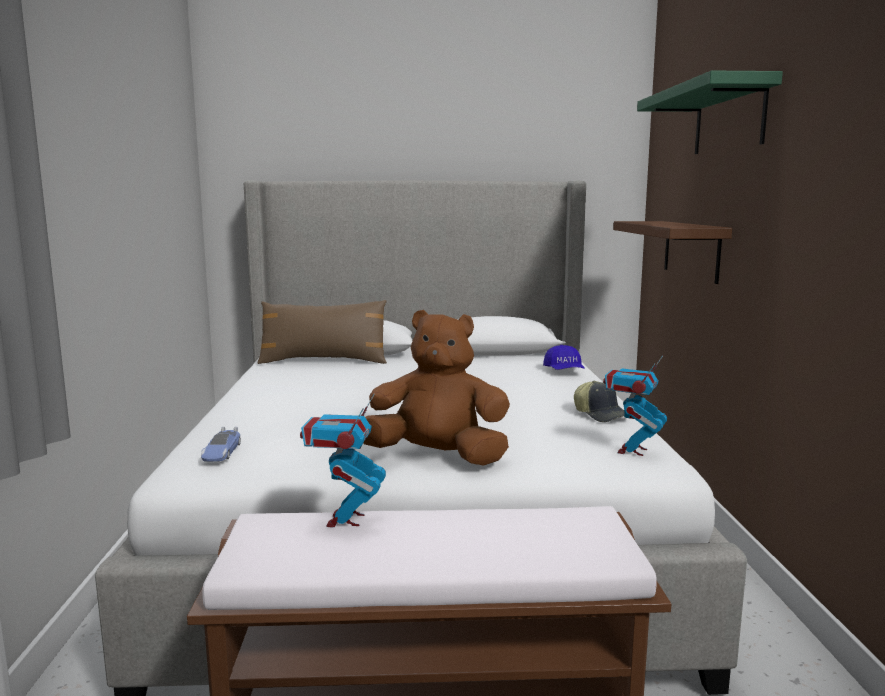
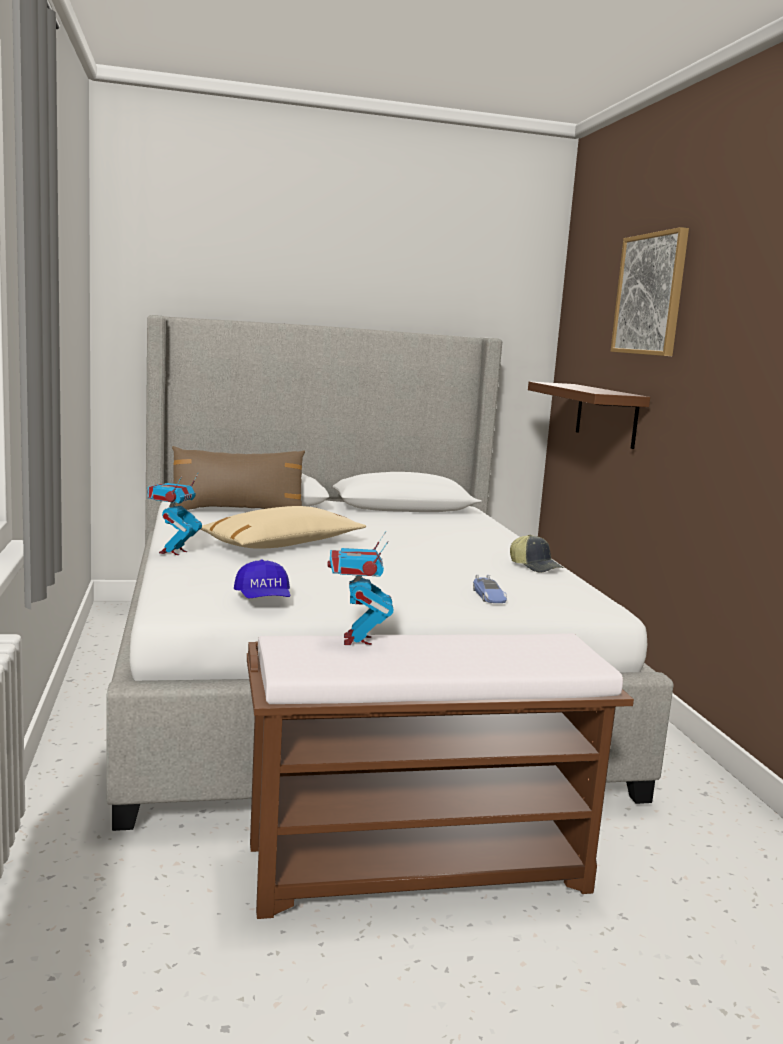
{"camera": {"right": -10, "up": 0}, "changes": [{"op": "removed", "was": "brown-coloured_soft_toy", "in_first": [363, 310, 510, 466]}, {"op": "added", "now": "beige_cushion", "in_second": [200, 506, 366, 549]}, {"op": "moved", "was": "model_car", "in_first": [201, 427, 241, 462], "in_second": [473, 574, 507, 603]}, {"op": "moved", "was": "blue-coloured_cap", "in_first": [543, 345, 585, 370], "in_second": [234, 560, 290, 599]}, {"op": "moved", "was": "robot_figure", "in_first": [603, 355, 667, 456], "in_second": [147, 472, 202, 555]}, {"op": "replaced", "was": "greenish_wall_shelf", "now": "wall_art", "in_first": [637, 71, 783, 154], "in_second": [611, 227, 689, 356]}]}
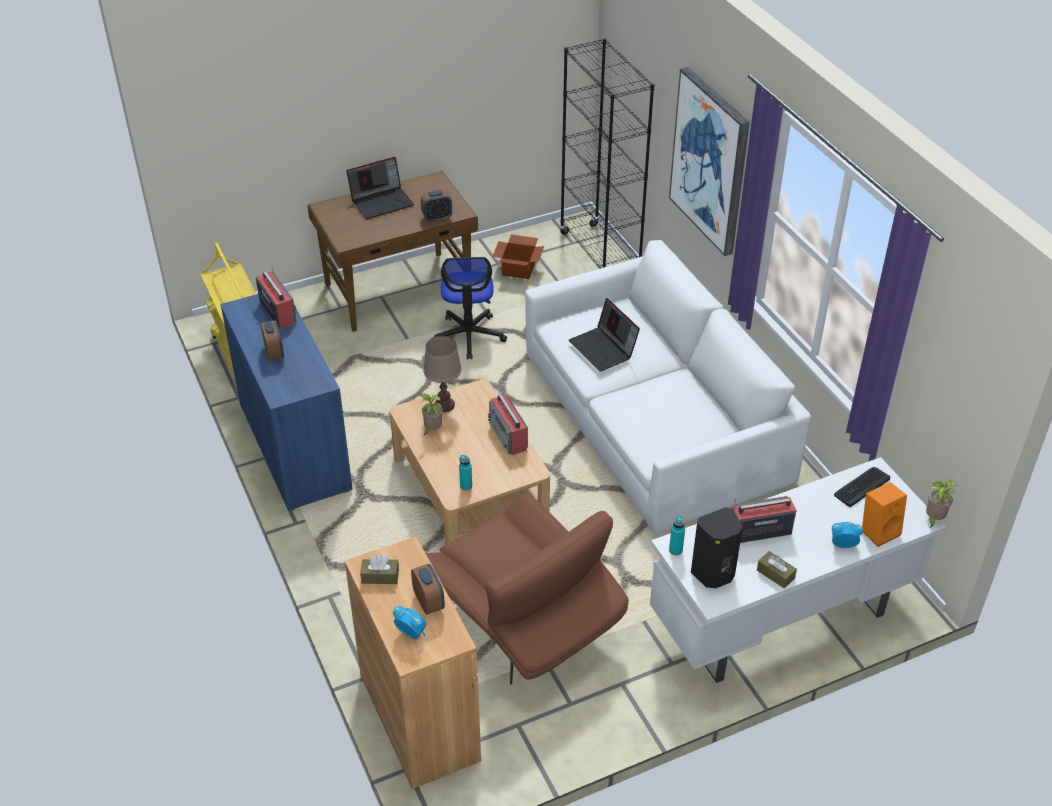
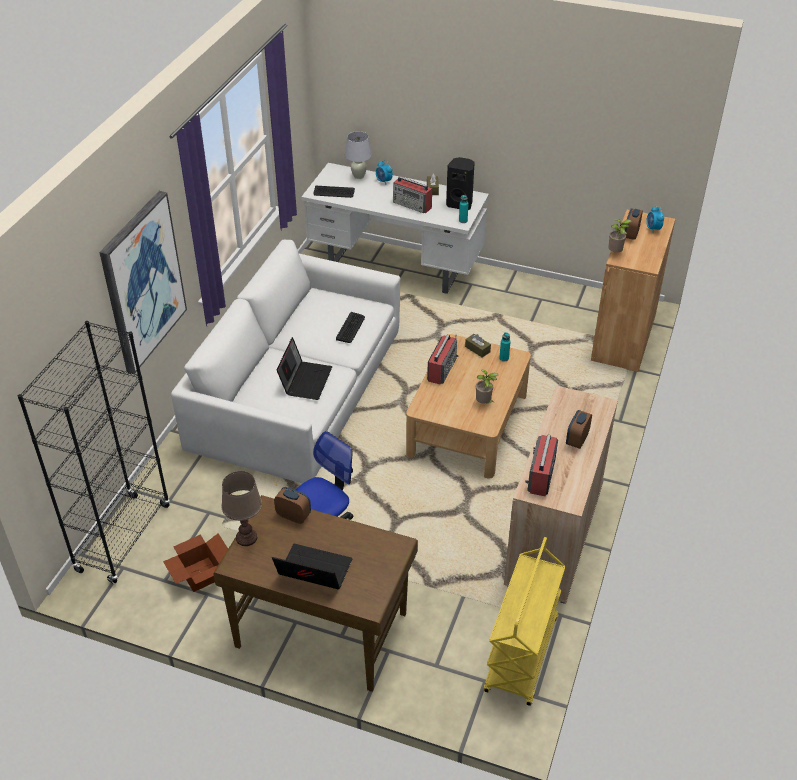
{"camera": {"right": -135, "up": 0}, "changes": [{"op": "removed", "was": "brown-coloured_armchair", "in_first": [426, 494, 629, 684]}, {"op": "added", "now": "PC_keyboard", "in_second": [336, 312, 365, 343]}, {"op": "moved", "was": "brown-coloured_box_of_tissues", "in_first": [360, 555, 399, 584], "in_second": [465, 334, 491, 357]}, {"op": "moved", "was": "brown-coloured_table_lamp", "in_first": [423, 336, 462, 412], "in_second": [222, 471, 262, 546]}, {"op": "moved", "was": "potted_plant", "in_first": [926, 481, 958, 528], "in_second": [608, 219, 631, 252]}, {"op": "replaced", "was": "orange_loudspeaker", "now": "white_table_lamp", "in_first": [862, 482, 907, 547], "in_second": [345, 131, 372, 179]}, {"op": "recoloured", "was": "blue-coloured_storage_cabinet", "now": "beige_storage_cabinet", "in_first": [220, 294, 353, 512], "in_second": [504, 385, 618, 604]}]}
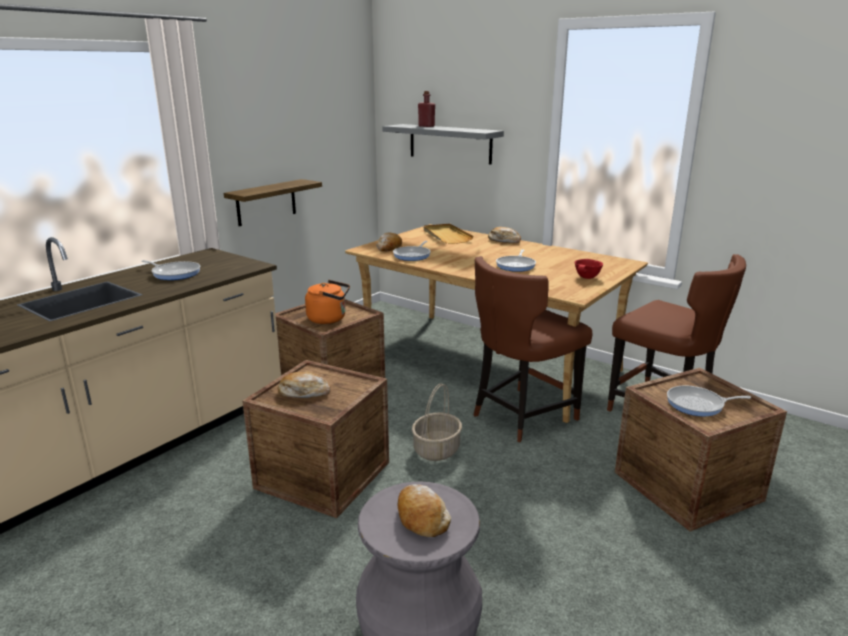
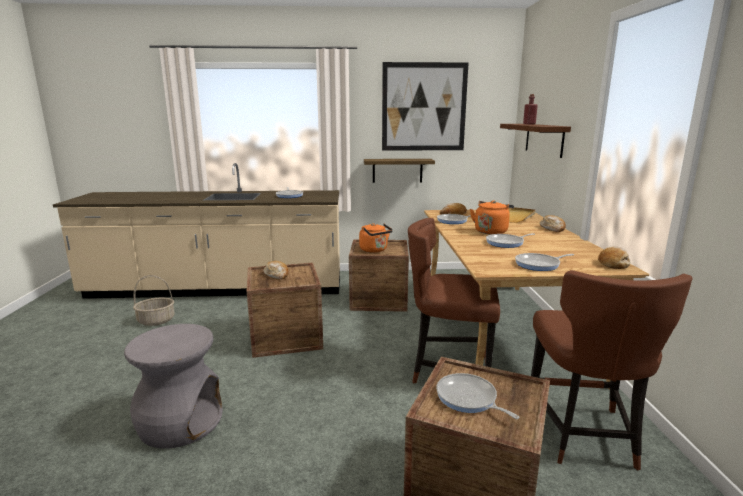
{"camera": {"right": 50, "up": -5}, "changes": [{"op": "added", "now": "wall_art", "in_second": [382, 62, 469, 151]}, {"op": "added", "now": "orange_water_kettle", "in_second": [470, 200, 514, 234]}, {"op": "moved", "was": "bread", "in_first": [397, 484, 451, 537], "in_second": [598, 247, 631, 269]}, {"op": "moved", "was": "household_basket", "in_first": [412, 383, 462, 461], "in_second": [133, 275, 174, 326]}, {"op": "replaced", "was": "red_deep_dish", "now": "frying_pan", "in_first": [575, 259, 603, 279], "in_second": [515, 253, 574, 271]}, {"op": "recoloured", "was": "greyish_wall_shelf", "now": "brown-coloured_wall_shelf", "in_first": [382, 124, 504, 164], "in_second": [500, 124, 571, 158]}]}
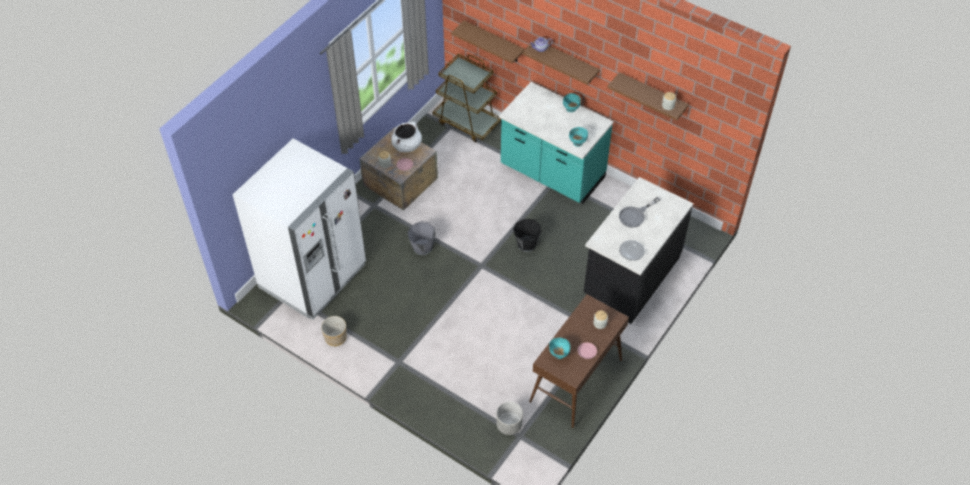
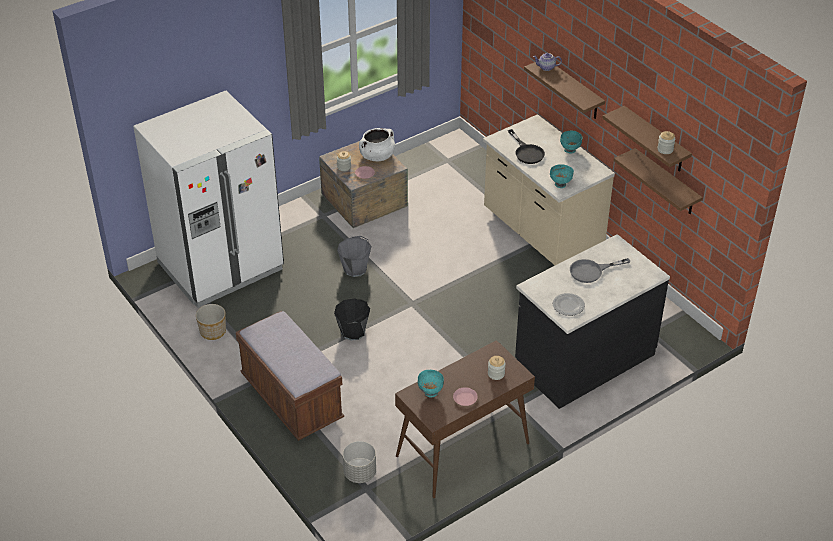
{"camera": {"right": 20, "up": -10}, "changes": [{"op": "removed", "was": "brown-coloured_trolley", "in_first": [433, 54, 501, 142]}, {"op": "added", "now": "brown-coloured_bench", "in_second": [236, 311, 344, 441]}, {"op": "added", "now": "blackish_frying_pan", "in_second": [508, 129, 545, 164]}, {"op": "moved", "was": "brown-coloured_wall_shelf", "in_first": [451, 20, 525, 63], "in_second": [614, 148, 703, 214]}, {"op": "moved", "was": "blackish_bucket", "in_first": [513, 219, 542, 252], "in_second": [334, 299, 370, 341]}, {"op": "recoloured", "was": "turquoise-coloured_kitchen_counter", "now": "beige_kitchen_counter", "in_first": [499, 82, 614, 204], "in_second": [483, 114, 615, 265]}]}
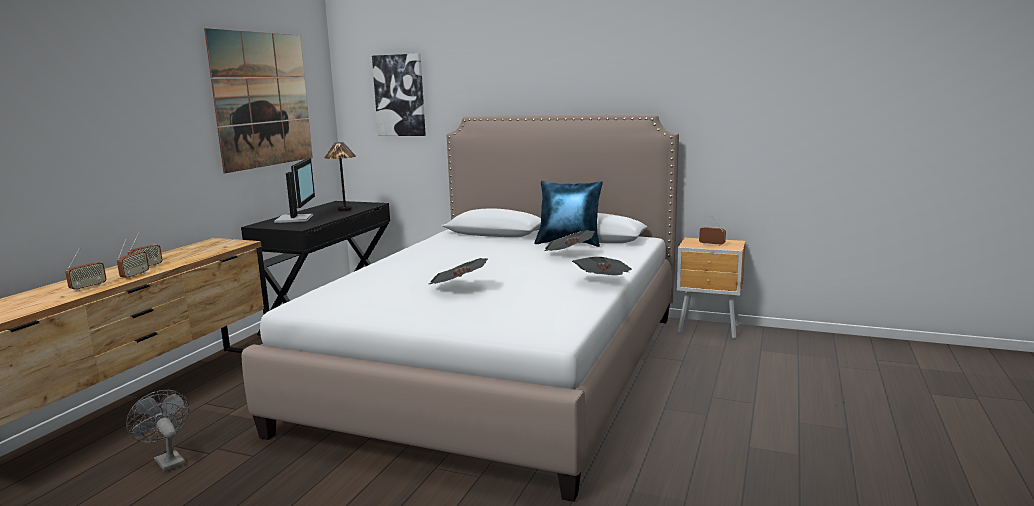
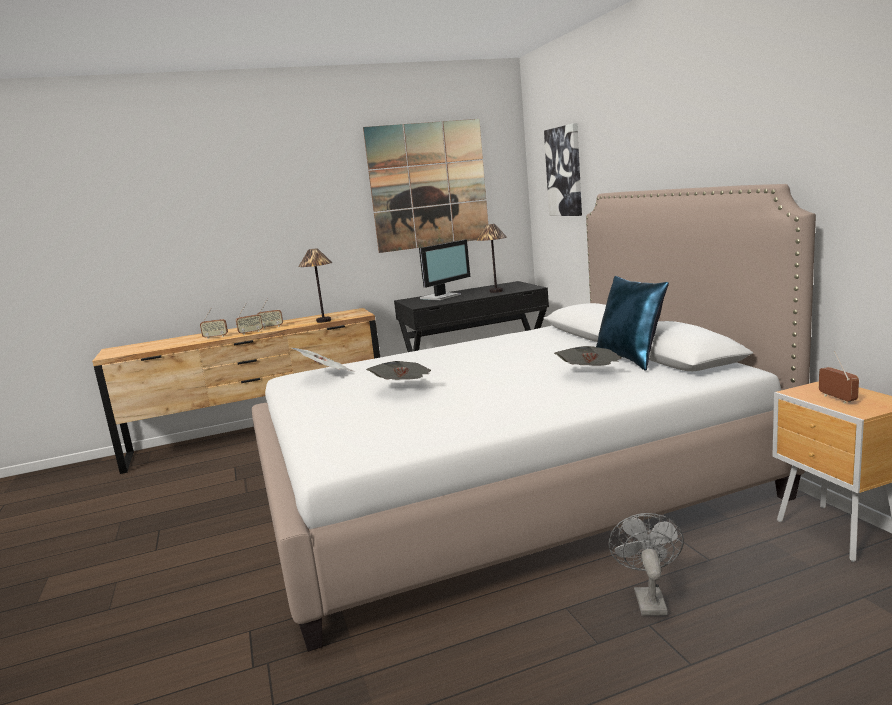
{"camera": {"right": 50, "up": 0}, "changes": [{"op": "added", "now": "table_lamp", "in_second": [298, 248, 332, 323]}, {"op": "moved", "was": "greyish_cooling_fan", "in_first": [126, 390, 189, 472], "in_second": [609, 513, 684, 616]}, {"op": "moved", "was": "newspaper", "in_first": [572, 257, 632, 275], "in_second": [291, 348, 353, 371]}]}
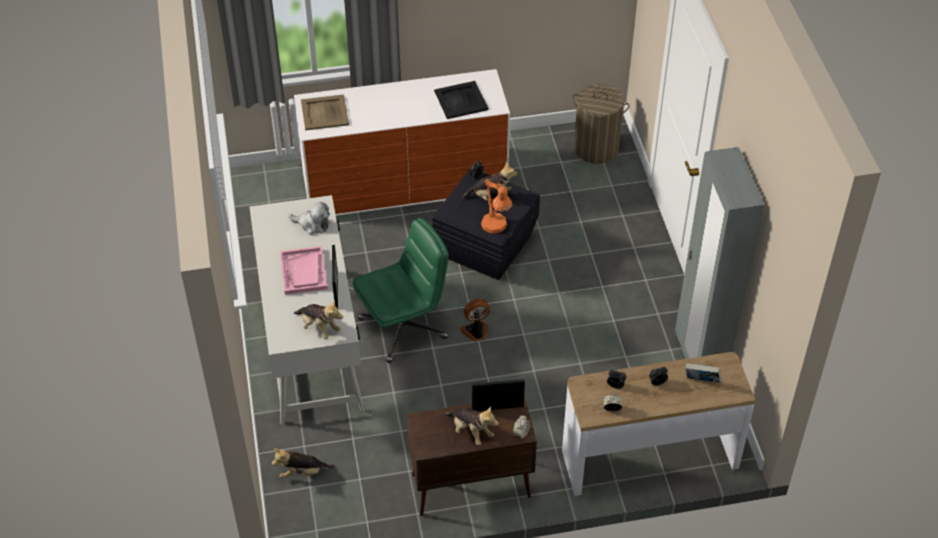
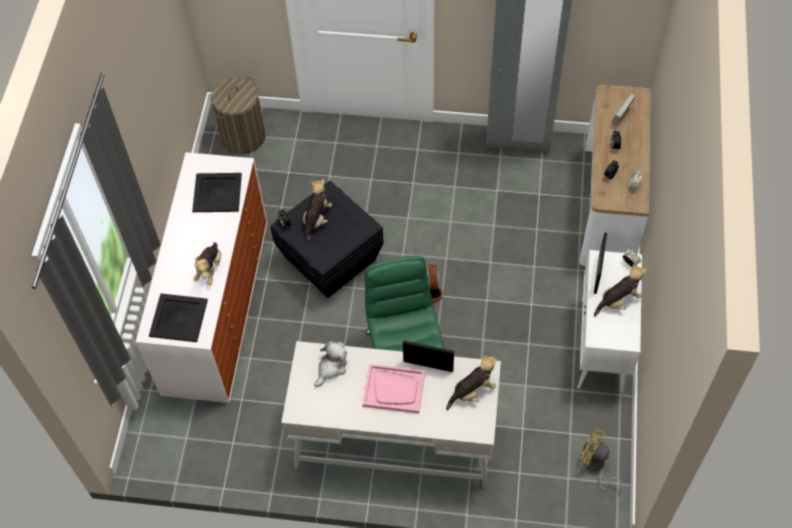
{"camera": {"right": -70, "up": 10}, "changes": [{"op": "removed", "was": "orange_table_lamp", "in_first": [481, 179, 512, 234]}, {"op": "added", "now": "yellow-coloured_cooling_fan", "in_second": [579, 429, 623, 495]}, {"op": "moved", "was": "soft_toy", "in_first": [272, 448, 334, 478], "in_second": [194, 242, 221, 285]}, {"op": "recoloured", "was": "beige_serving_tray", "now": "blackish_serving_tray", "in_first": [301, 94, 349, 130], "in_second": [149, 293, 208, 342]}, {"op": "recoloured", "was": "brown-coloured_storage_cabinet", "now": "white_storage_cabinet", "in_first": [407, 396, 537, 516], "in_second": [577, 250, 642, 393]}]}
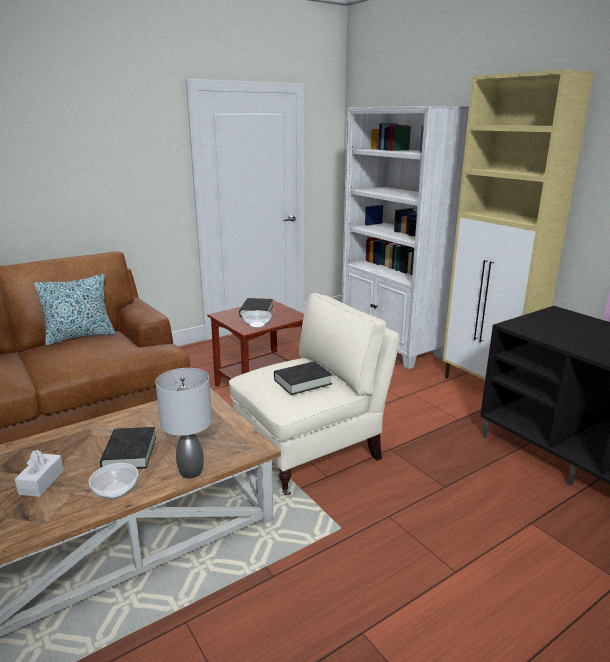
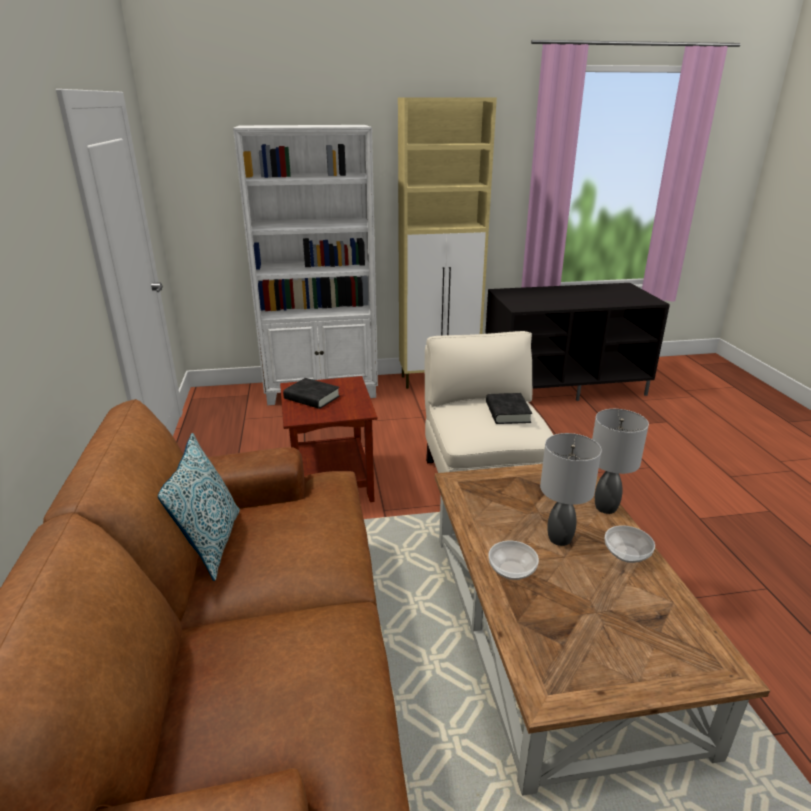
{"camera": {"right": -65, "up": 5}, "changes": [{"op": "removed", "was": "white_box_of_tissues", "in_first": [15, 450, 64, 497]}, {"op": "moved", "was": "deep_dish", "in_first": [242, 310, 272, 328], "in_second": [488, 541, 539, 580]}, {"op": "replaced", "was": "blackish_volume", "now": "greyish_table_lamp", "in_first": [100, 427, 156, 469], "in_second": [540, 433, 602, 546]}]}
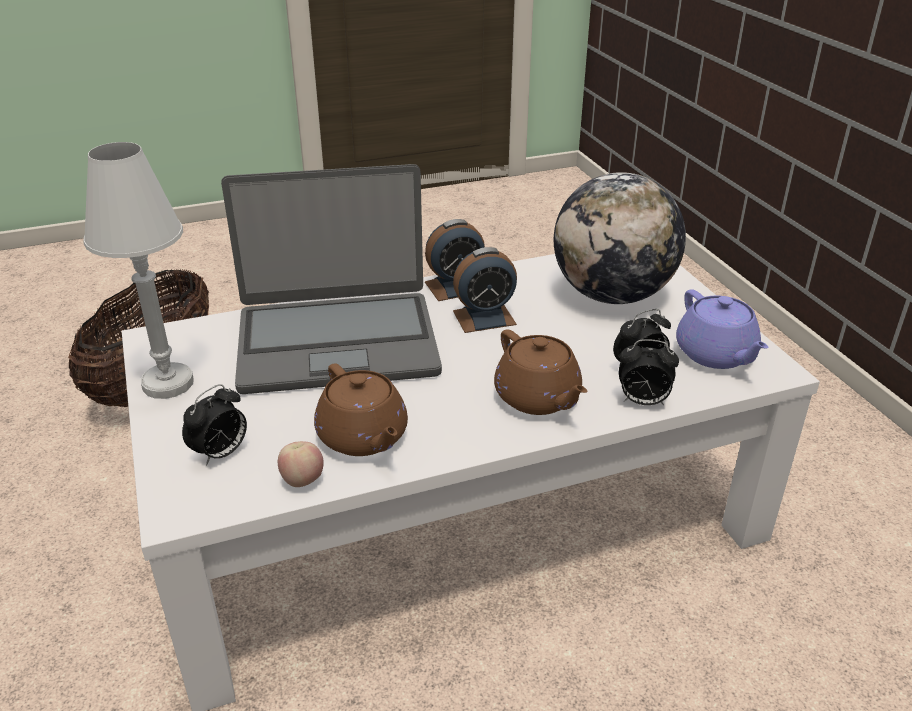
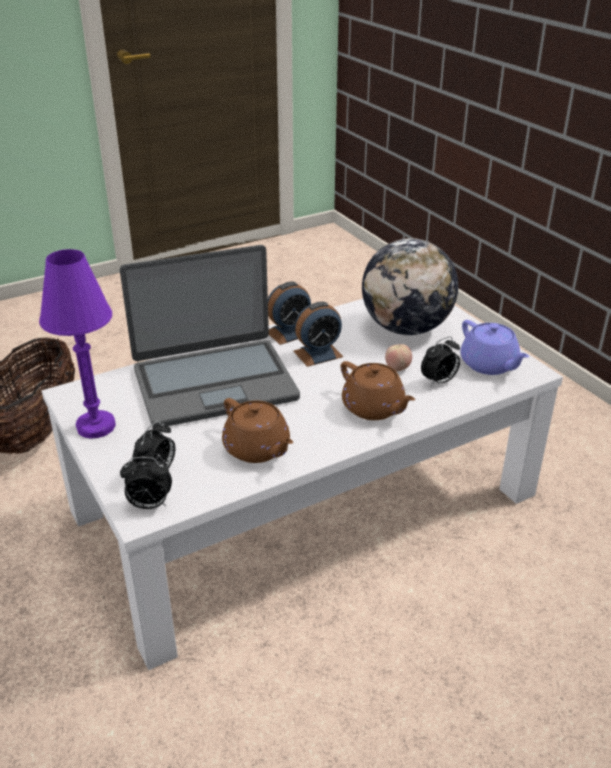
{"camera": {"right": -10, "up": 0}, "changes": [{"op": "moved", "was": "apple", "in_first": [278, 441, 324, 487], "in_second": [385, 344, 412, 371]}, {"op": "moved", "was": "bedside_clock", "in_first": [619, 339, 679, 405], "in_second": [120, 457, 172, 509]}, {"op": "recoloured", "was": "white_table_lamp", "now": "purple-coloured_table_lamp", "in_first": [83, 142, 194, 399], "in_second": [39, 249, 116, 439]}]}
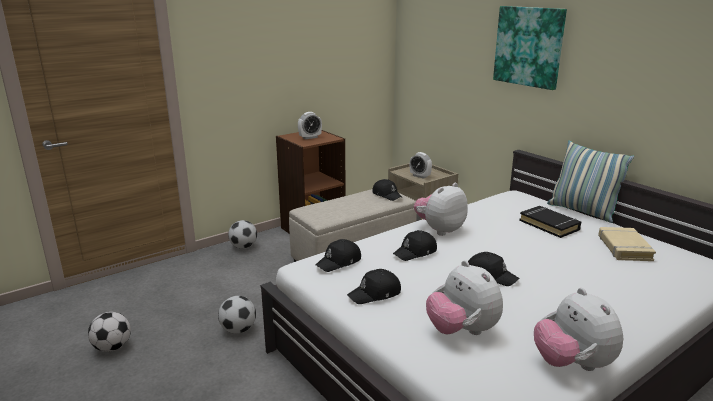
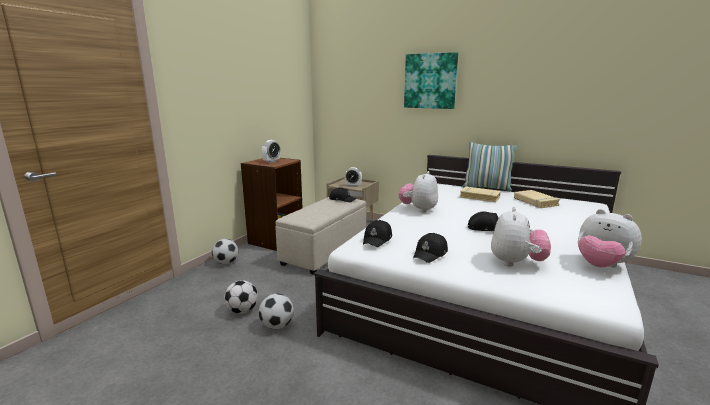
{"camera": {"right": -25, "up": -5}, "changes": [{"op": "removed", "was": "blackish_cap", "in_first": [393, 230, 437, 261]}, {"op": "moved", "was": "ball_for_football", "in_first": [88, 312, 131, 352], "in_second": [224, 280, 258, 314]}, {"op": "recoloured", "was": "blackish_volume", "now": "beige_volume", "in_first": [519, 206, 581, 238], "in_second": [460, 186, 501, 203]}, {"op": "turned", "was": "soft_toy", "in_first": [426, 260, 503, 335], "in_second": [491, 207, 551, 267], "clockwise": -105}]}
